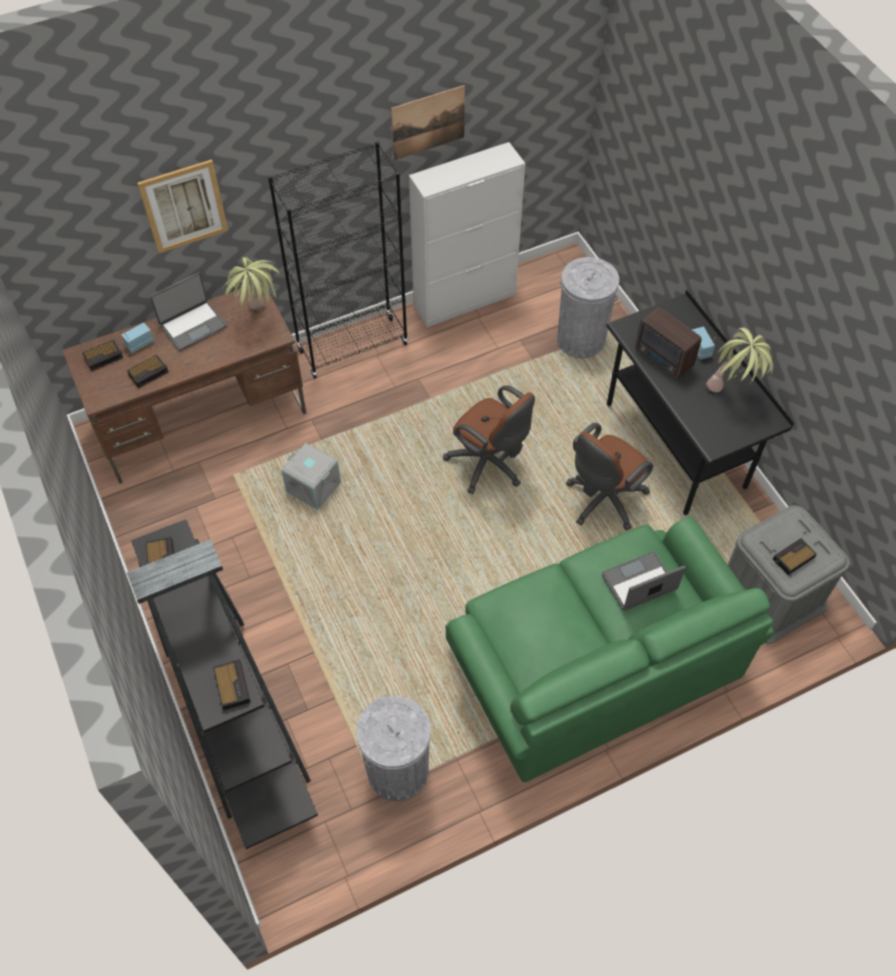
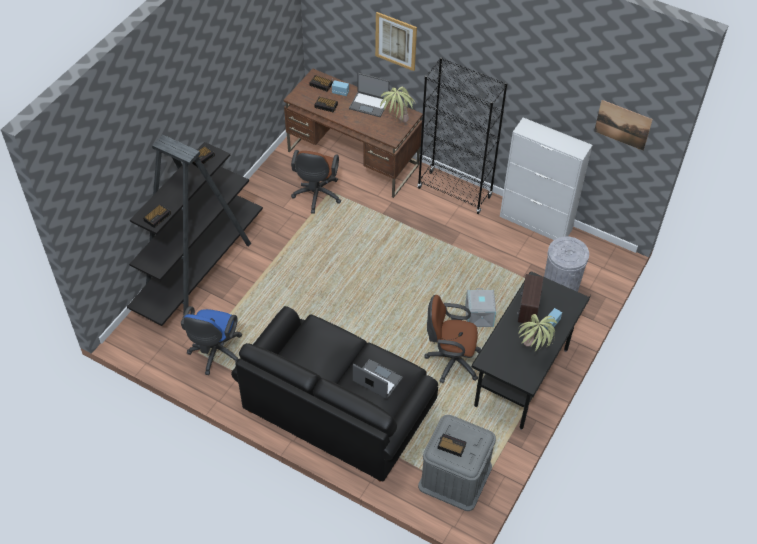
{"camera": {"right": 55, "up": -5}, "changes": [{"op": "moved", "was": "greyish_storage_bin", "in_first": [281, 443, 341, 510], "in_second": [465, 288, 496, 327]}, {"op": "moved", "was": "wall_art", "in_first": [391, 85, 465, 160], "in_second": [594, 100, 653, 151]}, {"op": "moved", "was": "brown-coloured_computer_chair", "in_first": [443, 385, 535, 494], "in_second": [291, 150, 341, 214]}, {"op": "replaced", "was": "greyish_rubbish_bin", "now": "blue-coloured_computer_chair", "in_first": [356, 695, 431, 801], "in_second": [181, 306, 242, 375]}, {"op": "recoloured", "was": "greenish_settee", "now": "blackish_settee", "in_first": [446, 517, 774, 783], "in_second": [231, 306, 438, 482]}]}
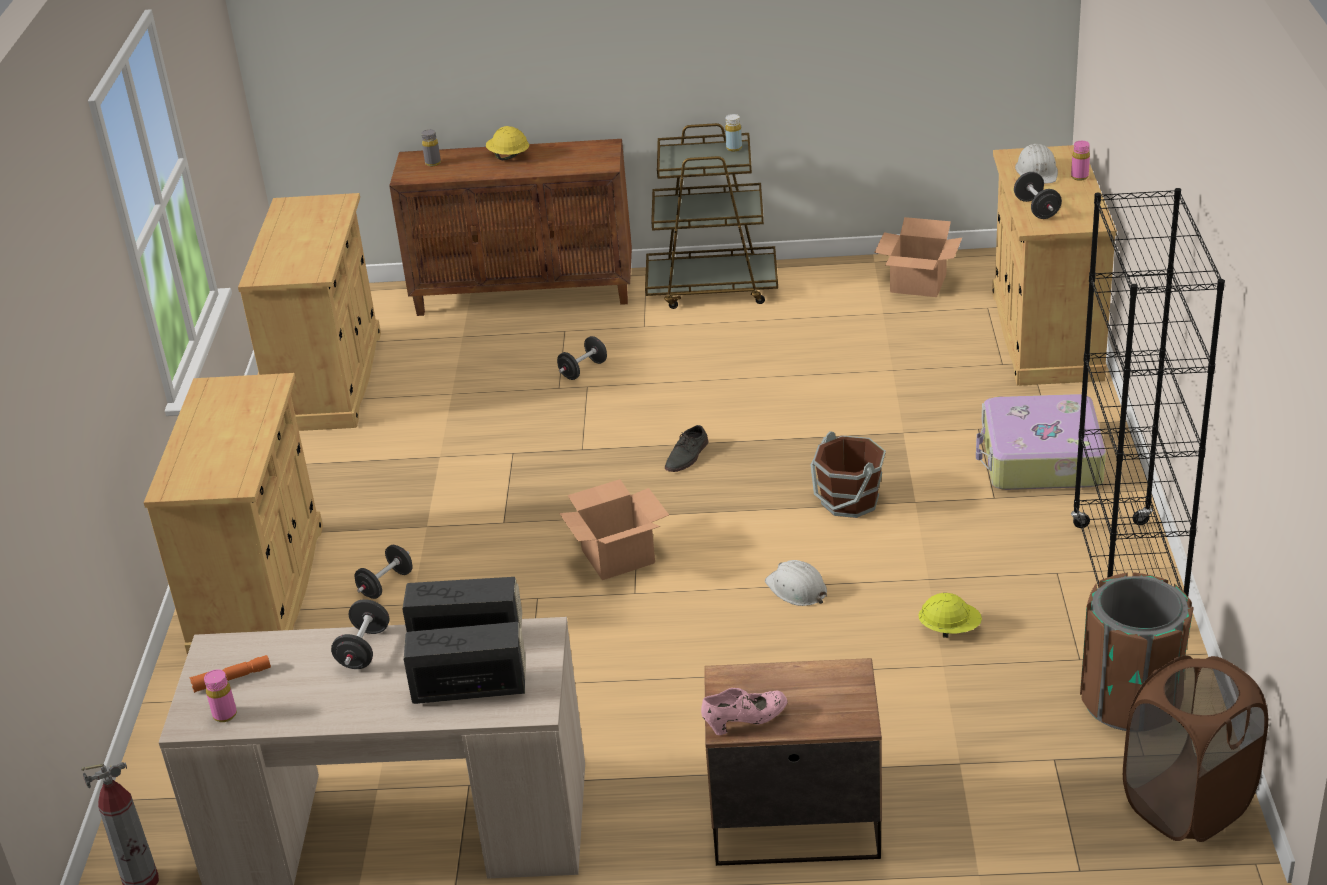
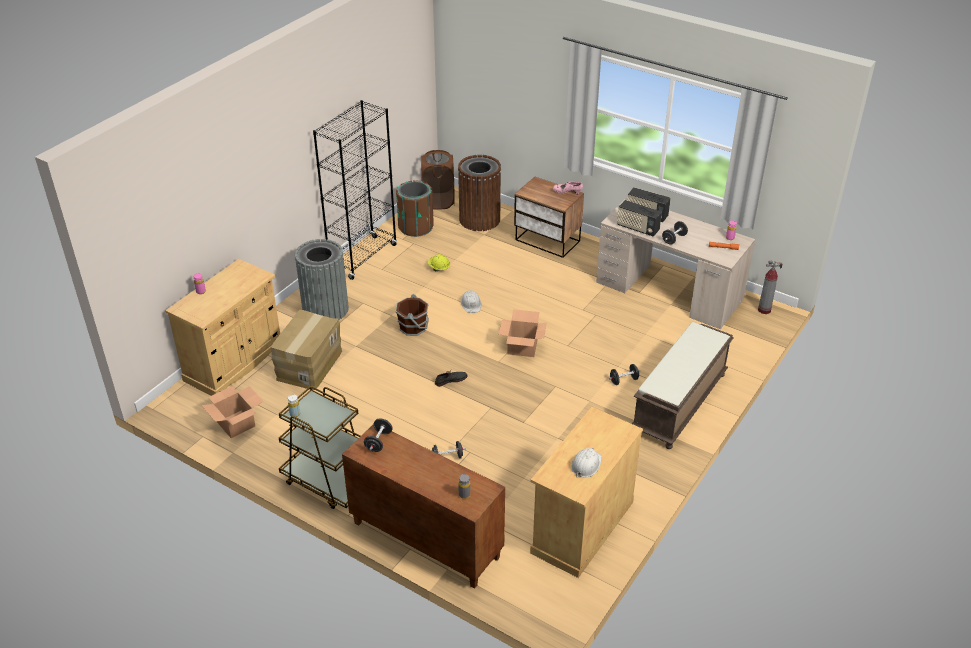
{"camera": {"right": -150, "up": 5}, "changes": [{"op": "removed", "was": "yellow-coloured_hard_hat", "in_first": [486, 126, 529, 160]}, {"op": "added", "now": "packing_box", "in_second": [271, 310, 342, 390]}, {"op": "added", "now": "brown-coloured_rubbish_bin", "in_second": [458, 155, 501, 231]}, {"op": "moved", "was": "blackish_hand_weight", "in_first": [1014, 172, 1062, 219], "in_second": [364, 418, 392, 452]}, {"op": "moved", "was": "white_hard_hat", "in_first": [1015, 144, 1058, 184], "in_second": [571, 448, 602, 478]}, {"op": "replaced", "was": "beige_storage_cabinet", "now": "brown-coloured_bench", "in_first": [144, 373, 323, 655], "in_second": [632, 322, 734, 449]}, {"op": "replaced", "was": "suitcase", "now": "greyish_rubbish_bin", "in_first": [976, 394, 1106, 490], "in_second": [295, 239, 349, 320]}]}
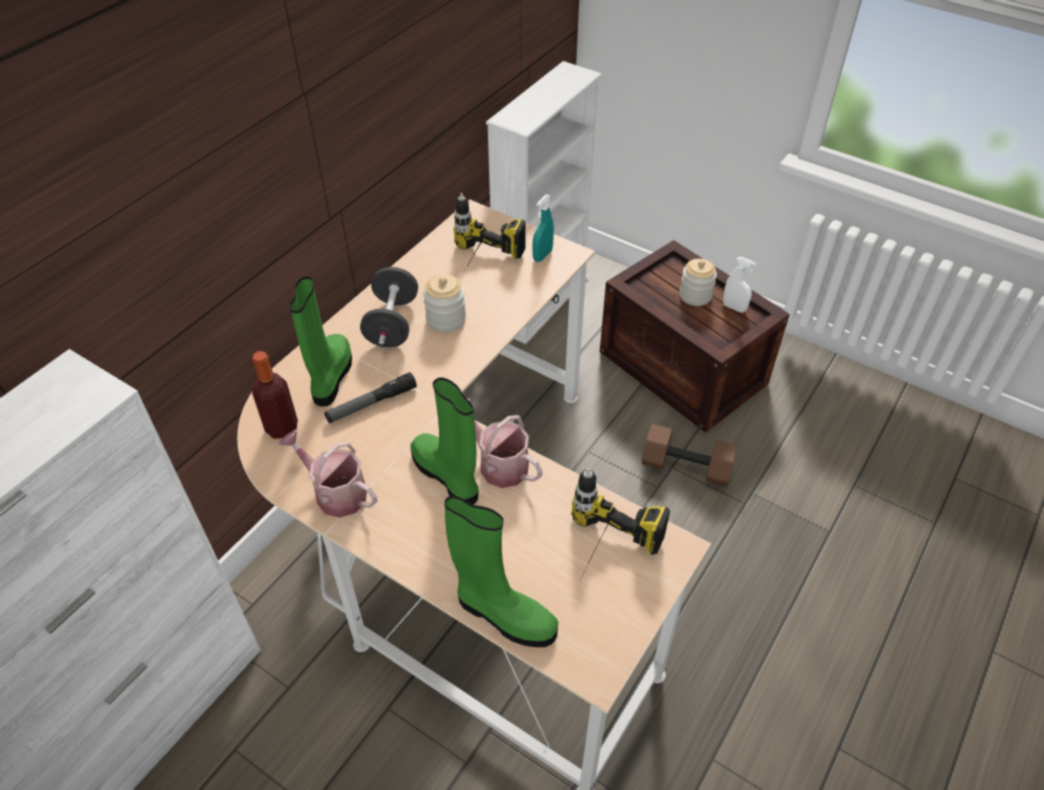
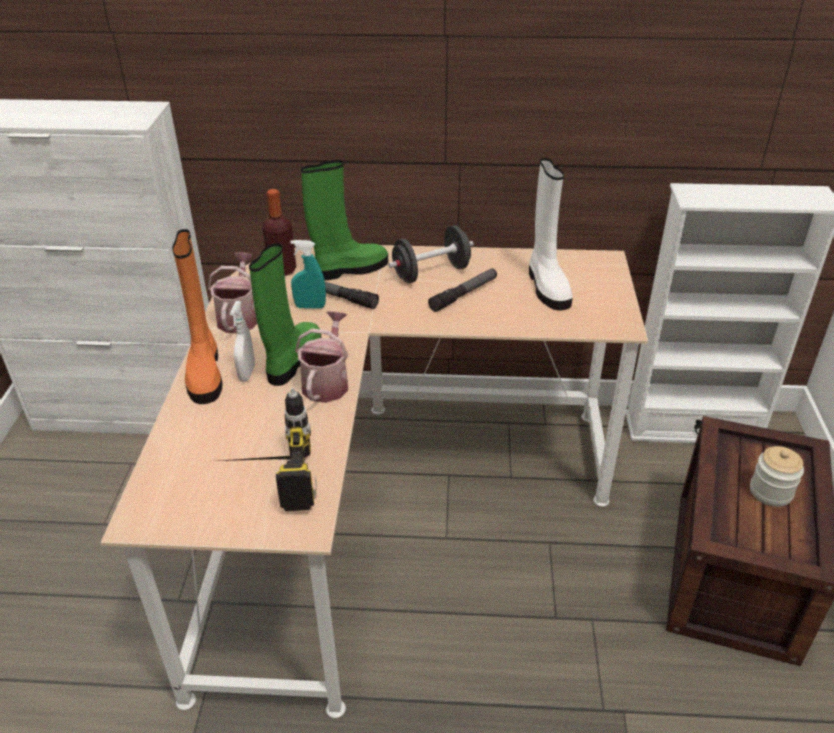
{"camera": {"right": 60, "up": -10}, "changes": [{"op": "removed", "was": "greenish_tall_boot", "in_first": [444, 496, 558, 647]}, {"op": "removed", "was": "brown-coloured_hand_weight", "in_first": [642, 424, 738, 486]}, {"op": "added", "now": "orange_tall_boot", "in_second": [172, 229, 222, 404]}, {"op": "moved", "was": "turquoise-coloured_spray_bottle", "in_first": [532, 194, 554, 262], "in_second": [290, 240, 326, 309]}, {"op": "moved", "was": "white_spray_bottle", "in_first": [723, 257, 756, 313], "in_second": [230, 301, 255, 382]}, {"op": "replaced", "was": "jar", "now": "torch", "in_first": [423, 274, 466, 332], "in_second": [428, 268, 497, 312]}, {"op": "replaced", "was": "electric_drill", "now": "white_tall_boot", "in_first": [453, 193, 526, 270], "in_second": [529, 158, 573, 311]}]}
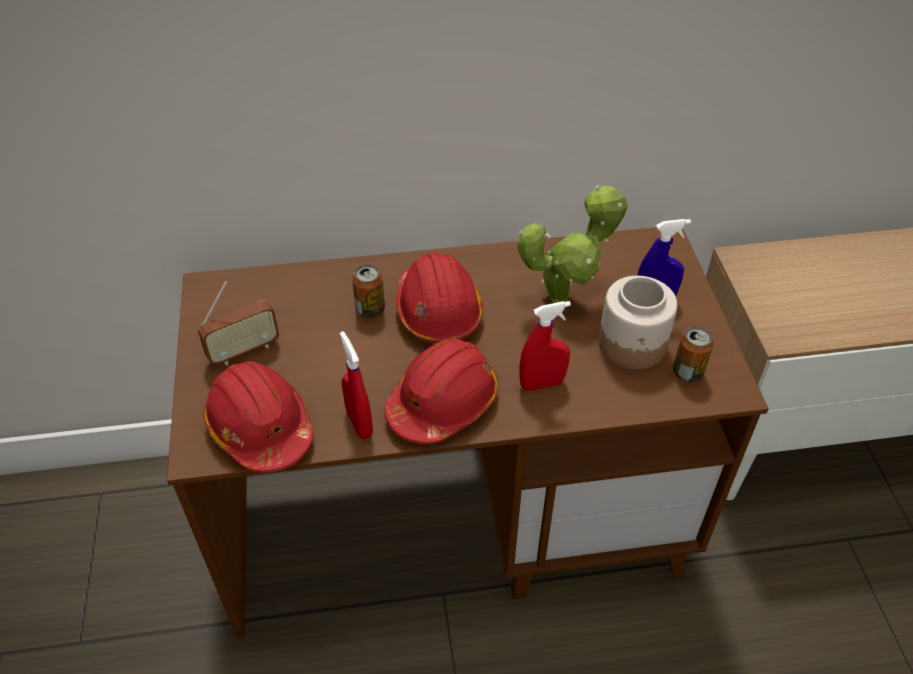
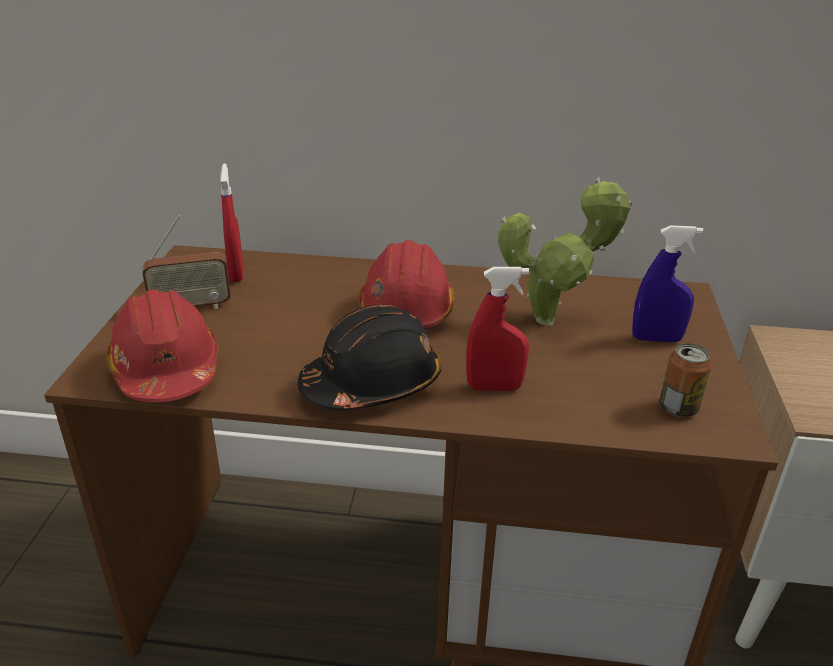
{"camera": {"right": 15, "up": -15}, "changes": [{"op": "removed", "was": "metal_can", "in_first": [352, 264, 385, 318]}, {"op": "removed", "was": "jar", "in_first": [599, 276, 677, 370]}, {"op": "moved", "was": "red_spray_bottle", "in_first": [340, 331, 373, 439], "in_second": [220, 164, 243, 282]}, {"op": "recoloured", "was": "red_hard_hat", "now": "blackish_hard_hat", "in_first": [384, 338, 499, 444], "in_second": [298, 304, 441, 411]}]}
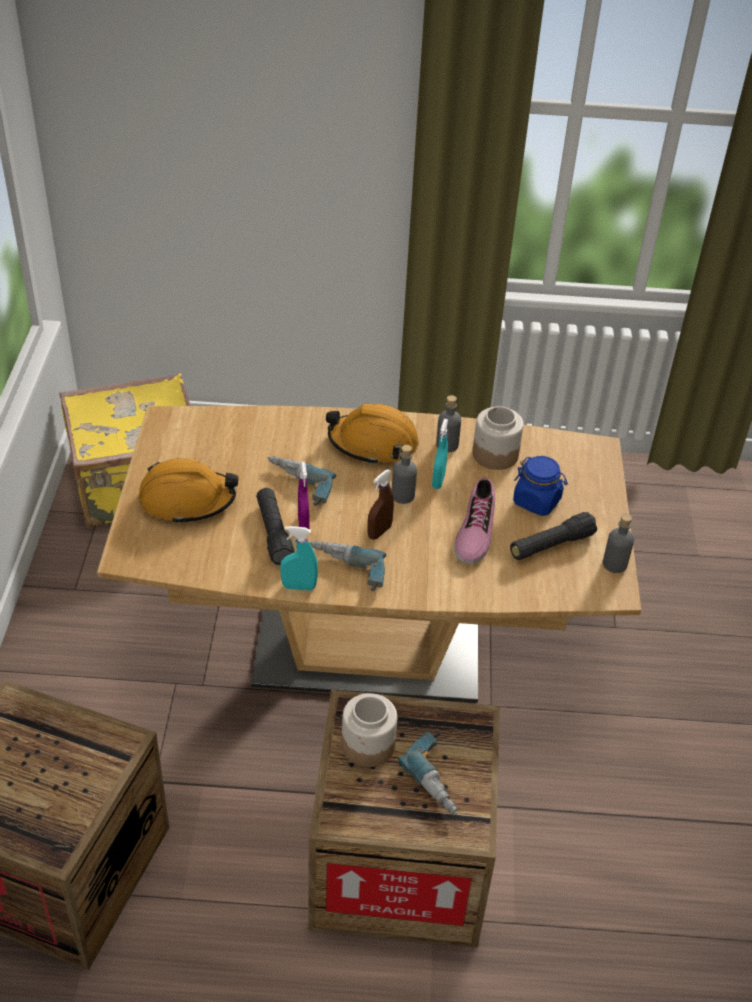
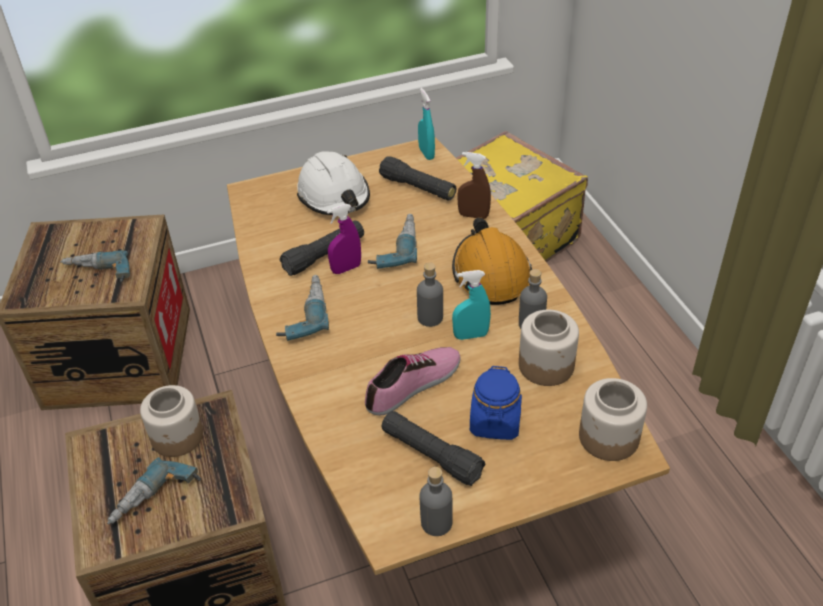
{"camera": {"right": 70, "up": 0}, "changes": [{"op": "added", "now": "electric_drill", "in_second": [60, 251, 130, 282]}, {"op": "added", "now": "blackish_torch", "in_second": [379, 156, 456, 201]}, {"op": "added", "now": "jar", "in_second": [579, 378, 647, 461]}, {"op": "moved", "was": "turquoise-coloured_spray_bottle", "in_first": [280, 526, 318, 591], "in_second": [418, 88, 435, 160]}, {"op": "moved", "was": "brown-coloured_spray_bottle", "in_first": [367, 470, 394, 540], "in_second": [457, 152, 491, 219]}, {"op": "recoloured", "was": "orange_hard_hat", "now": "white_hard_hat", "in_first": [139, 458, 239, 525], "in_second": [297, 151, 370, 215]}, {"op": "turned", "was": "item_of_footwear", "in_first": [454, 477, 495, 564], "in_second": [365, 347, 461, 416], "clockwise": 150}]}
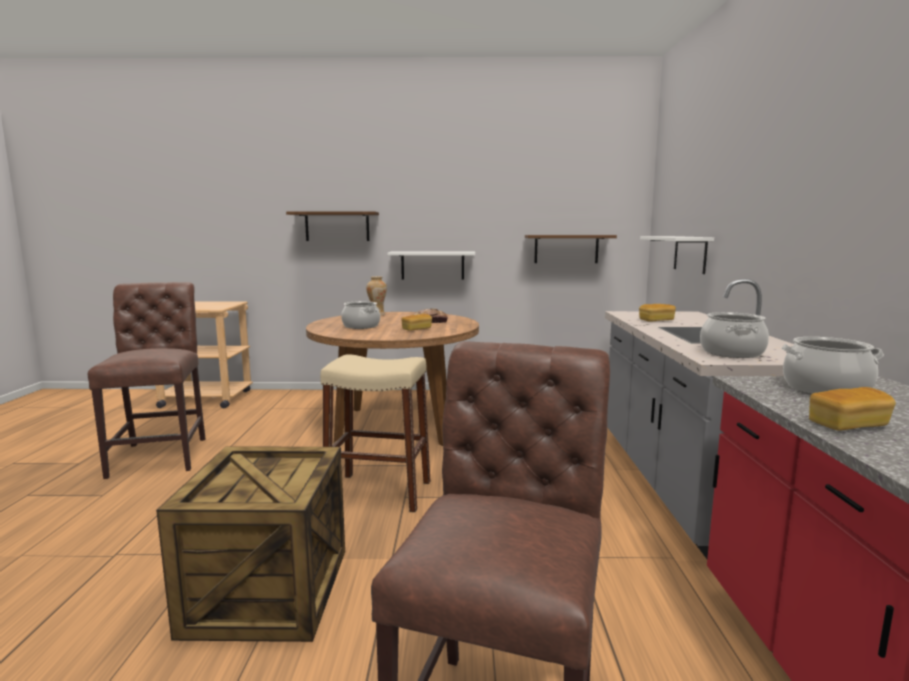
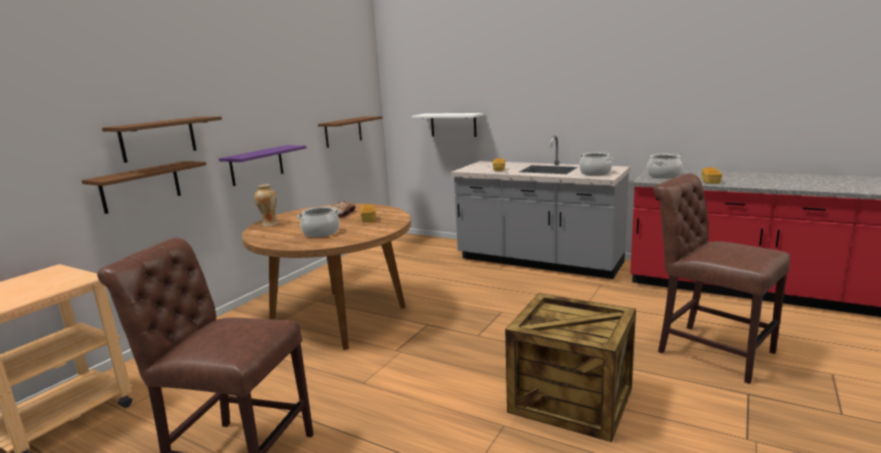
{"camera": {"right": -60, "up": 5}, "changes": [{"op": "removed", "was": "beige_sitting_stool", "in_first": [320, 354, 431, 513]}, {"op": "added", "now": "brown-coloured_wall_shelf", "in_second": [81, 161, 206, 214]}, {"op": "recoloured", "was": "white_wall_shelf", "now": "purple-coloured_wall_shelf", "in_first": [387, 251, 475, 279], "in_second": [219, 145, 306, 186]}]}
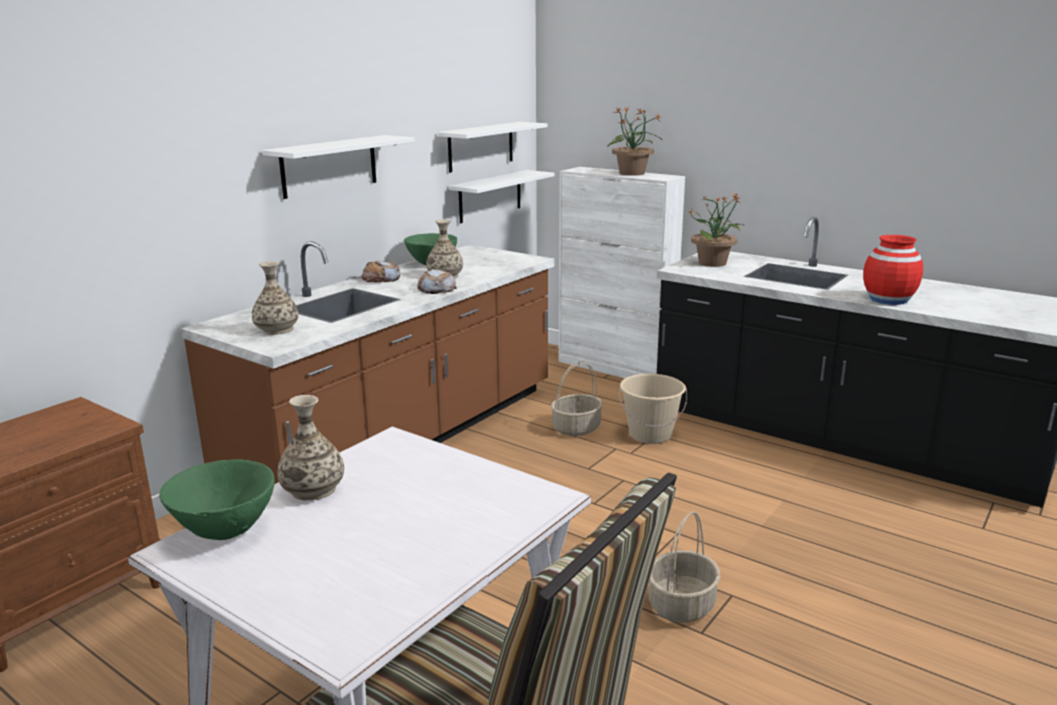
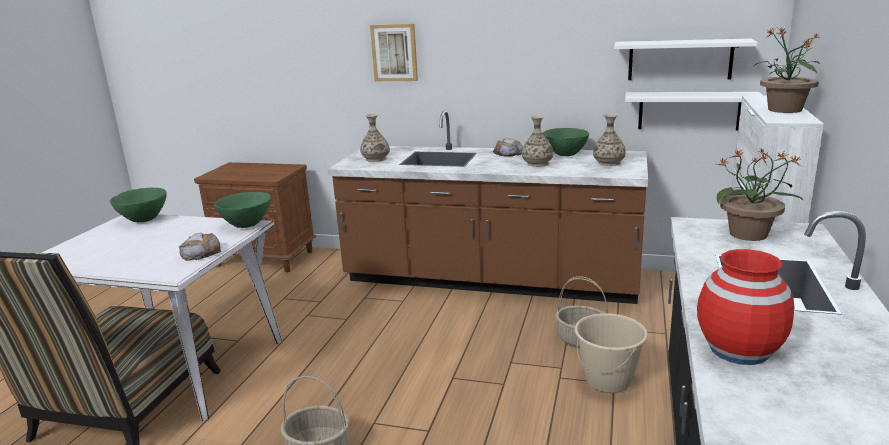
{"camera": {"right": 70, "up": 0}, "changes": [{"op": "removed", "was": "white_wall_shelf", "in_first": [262, 135, 415, 199]}, {"op": "added", "now": "greenish_deep_dish", "in_second": [214, 192, 271, 228]}, {"op": "added", "now": "wall_art", "in_second": [370, 24, 418, 81]}, {"op": "moved", "was": "vase", "in_first": [277, 395, 344, 500], "in_second": [593, 114, 626, 166]}, {"op": "moved", "was": "bread", "in_first": [417, 269, 457, 294], "in_second": [179, 232, 221, 261]}]}
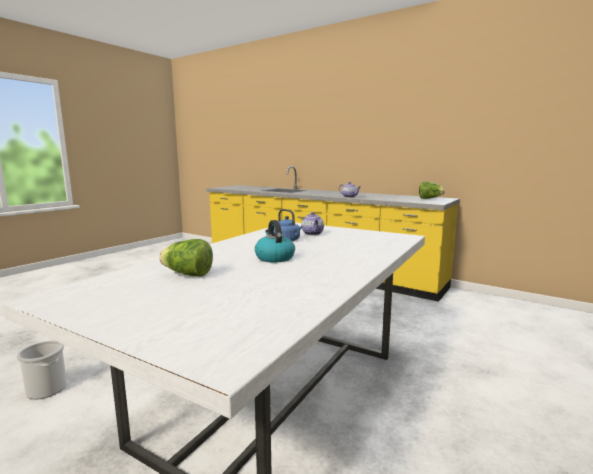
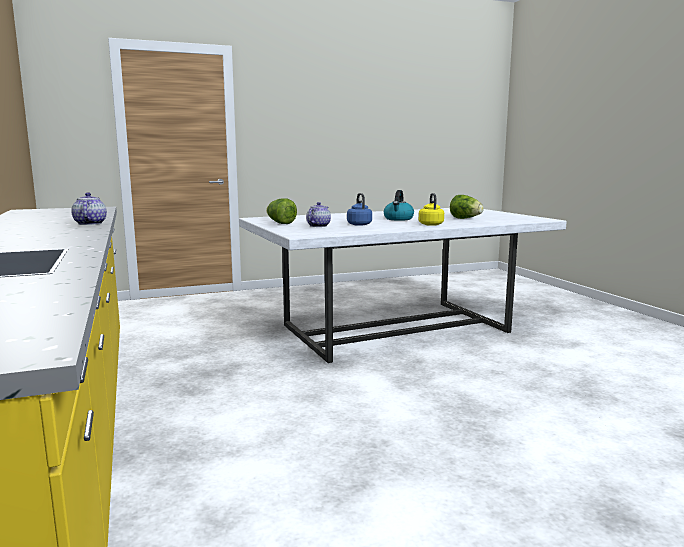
{"camera": {"right": -145, "up": 0}, "changes": [{"op": "removed", "was": "bucket", "in_first": [17, 341, 67, 399]}, {"op": "added", "now": "yellow-coloured_water_kettle", "in_second": [419, 193, 444, 226]}, {"op": "moved", "was": "head_of_lettuce", "in_first": [419, 181, 445, 199], "in_second": [266, 198, 297, 224]}]}
